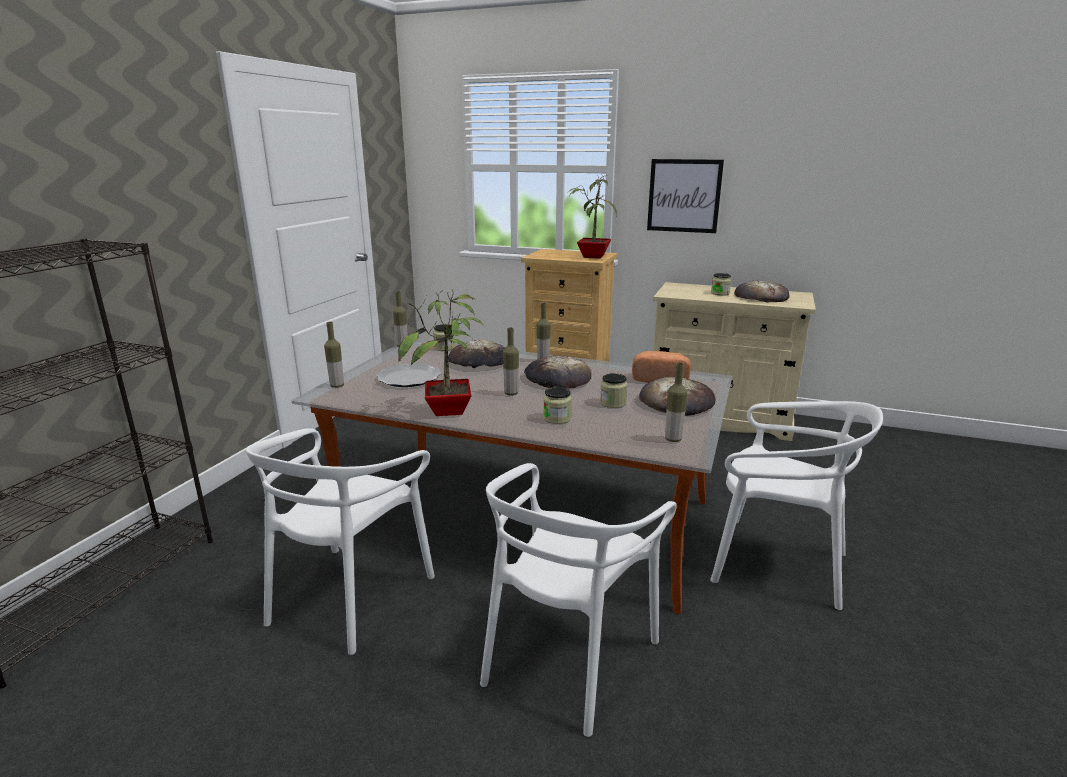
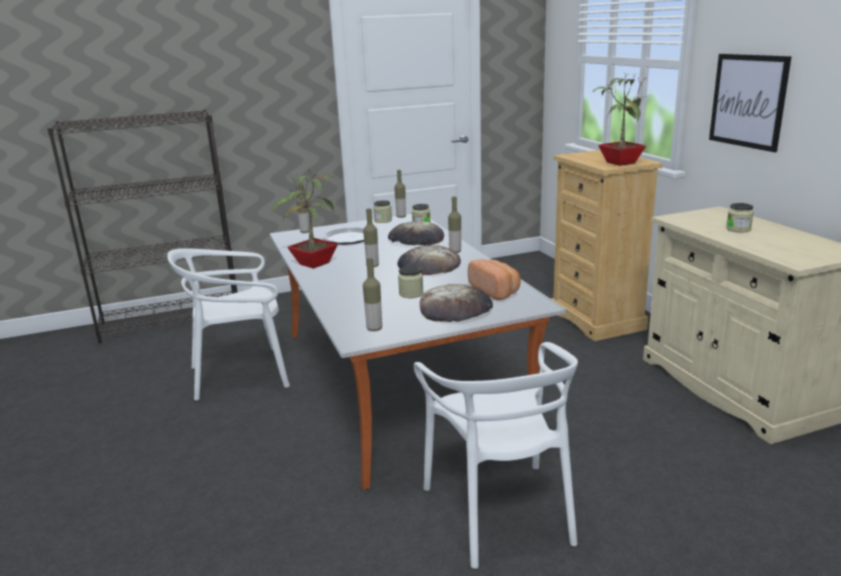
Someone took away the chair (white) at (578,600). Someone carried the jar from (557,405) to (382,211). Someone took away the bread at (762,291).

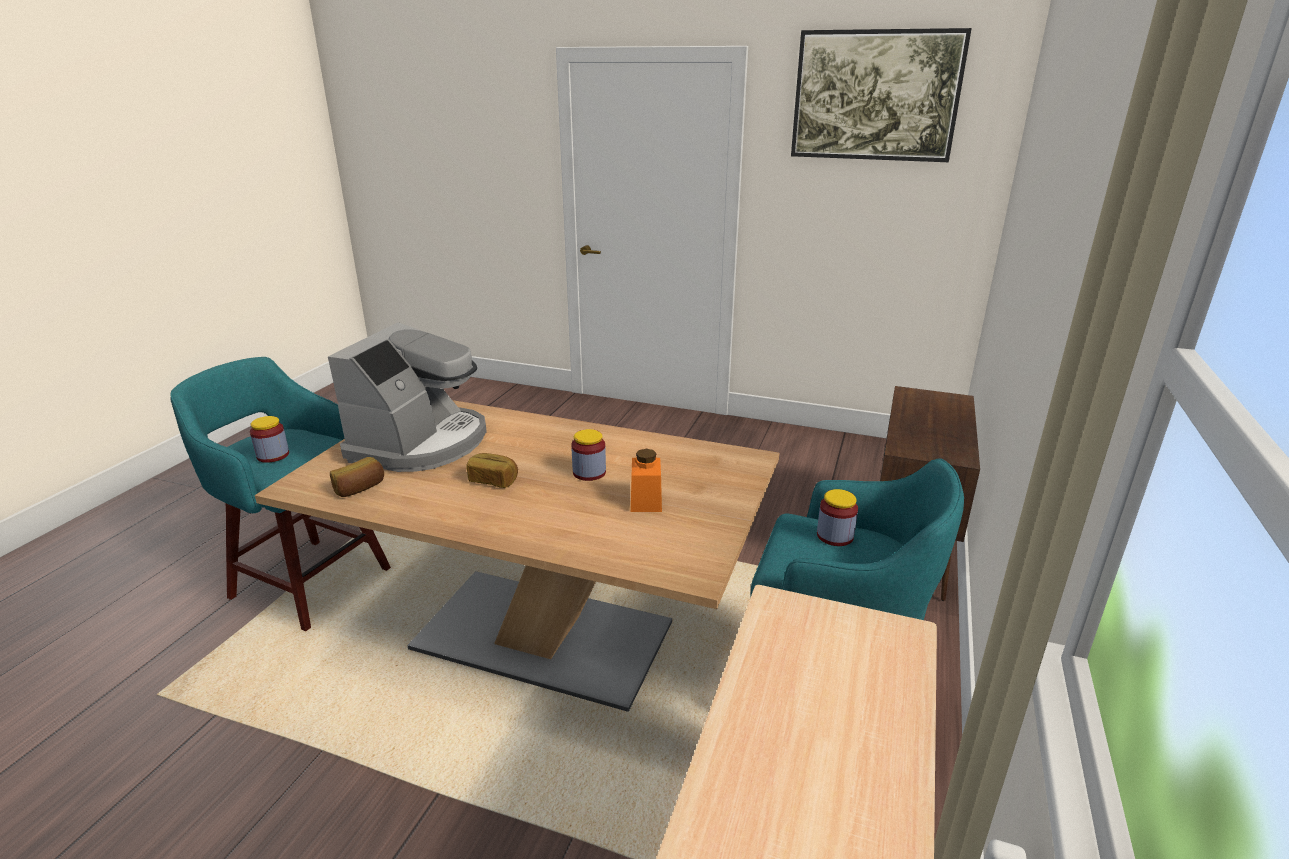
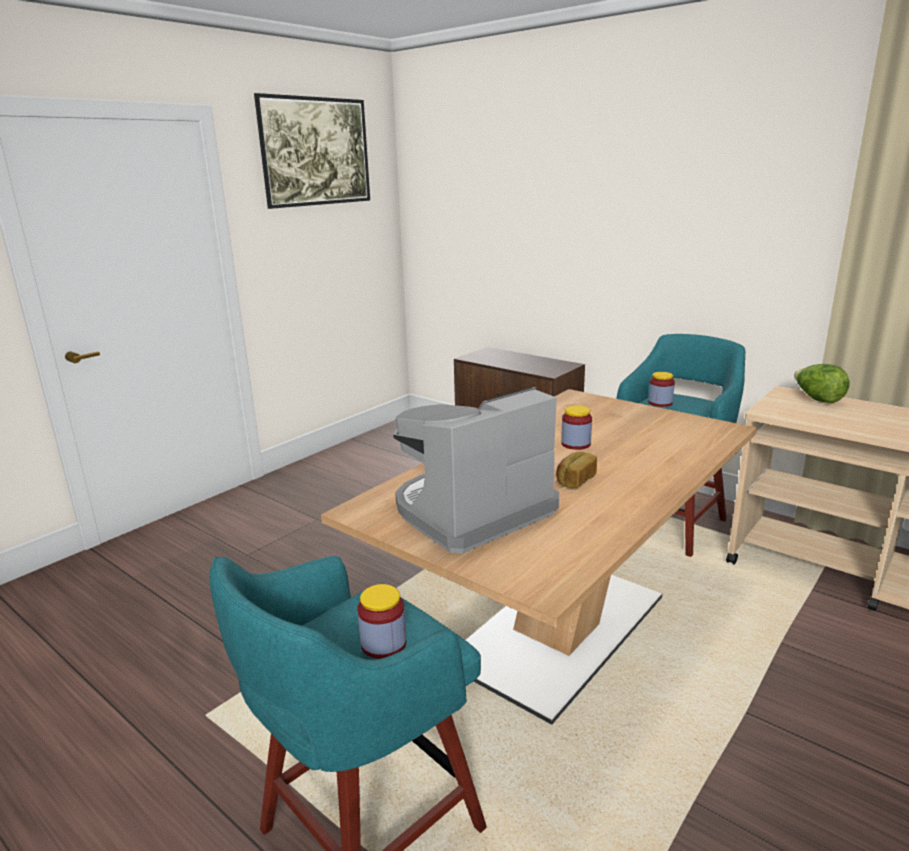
Someone rotated the coffee machine at (407,397) by 75 degrees counterclockwise. Someone took away the bread at (357,477). Someone took away the jar (orange) at (646,480). Someone put down the lettuce at (822,383).

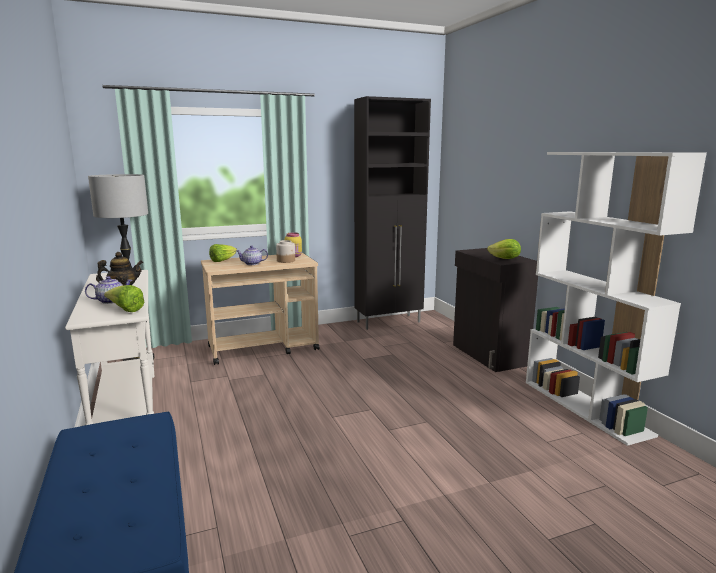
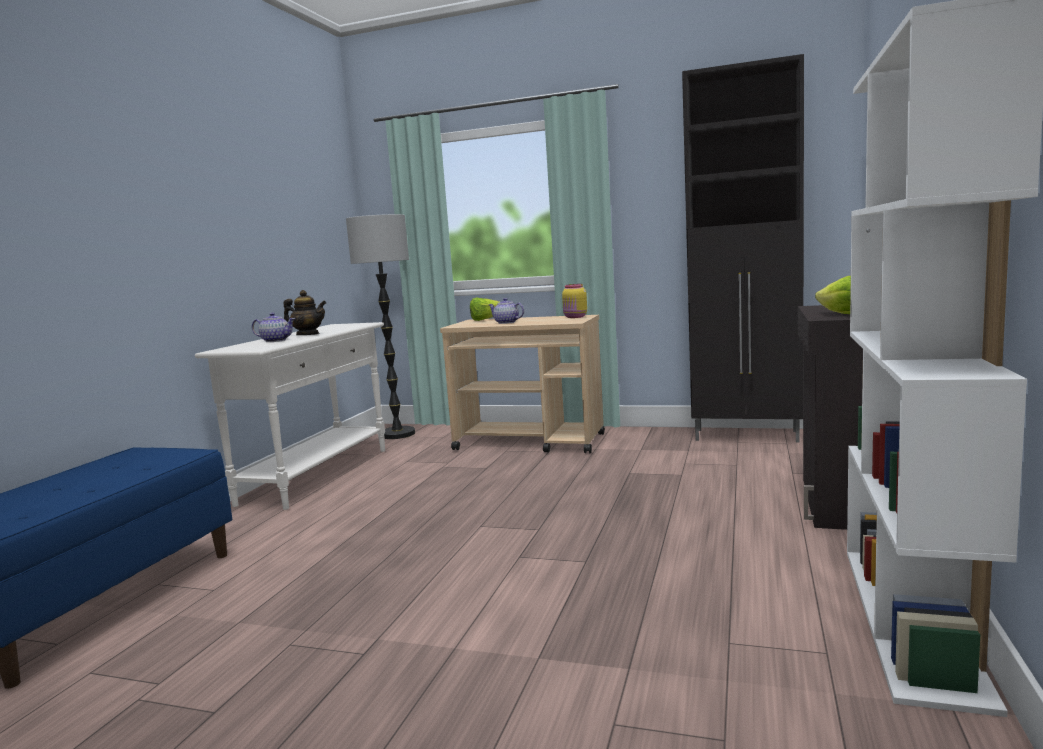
Someone took away the lettuce at (124,298). Someone took away the jar at (285,251).

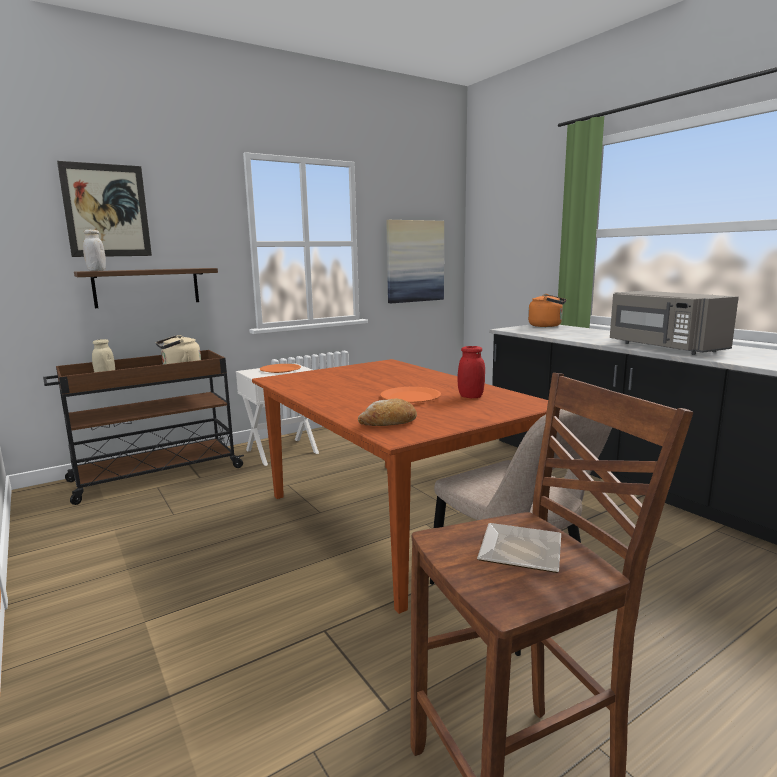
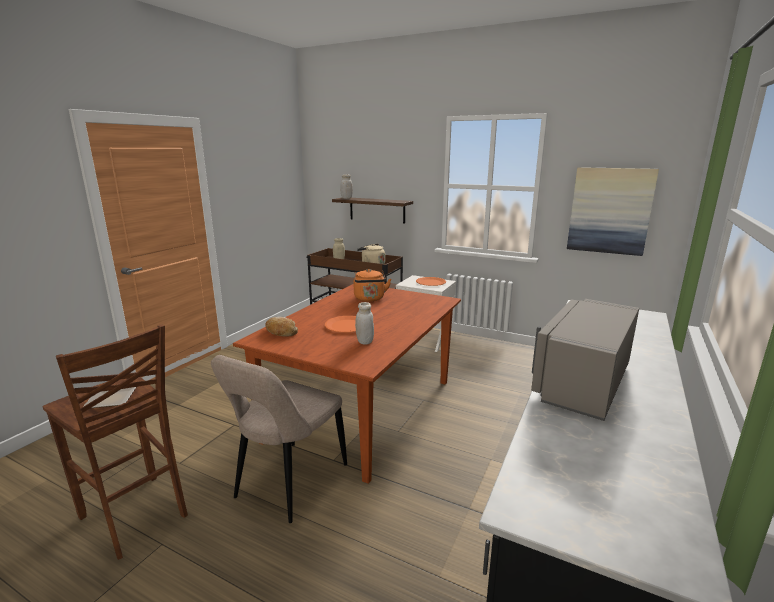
Someone took away the picture at (104,209). Someone repainted the jar (red) at (471,372), which became the jar (white) at (364,323). Someone carried the kettle (orange) from (547,310) to (372,285).

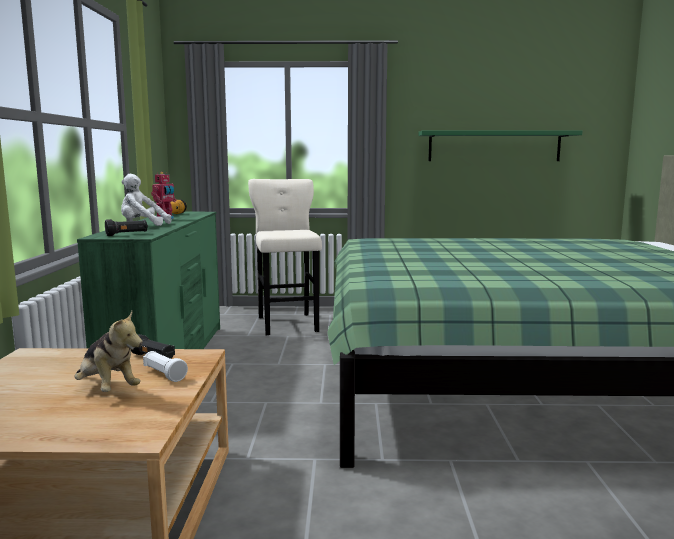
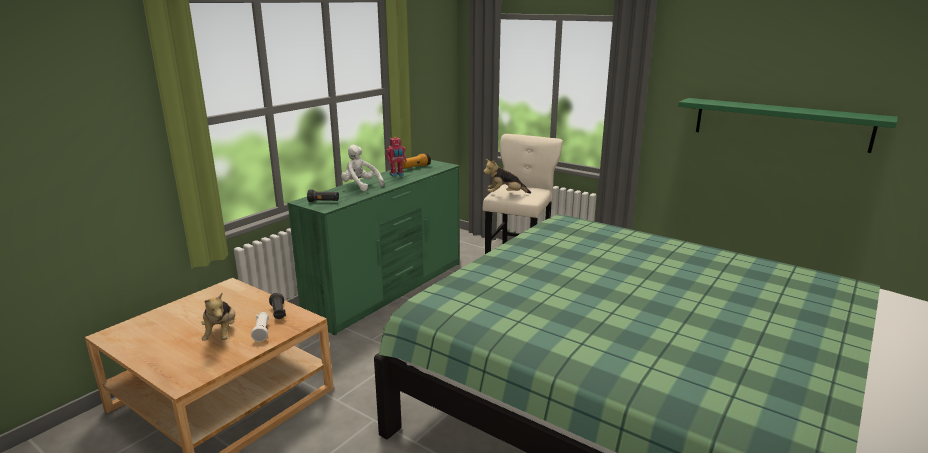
Someone put down the plush toy at (507,176).

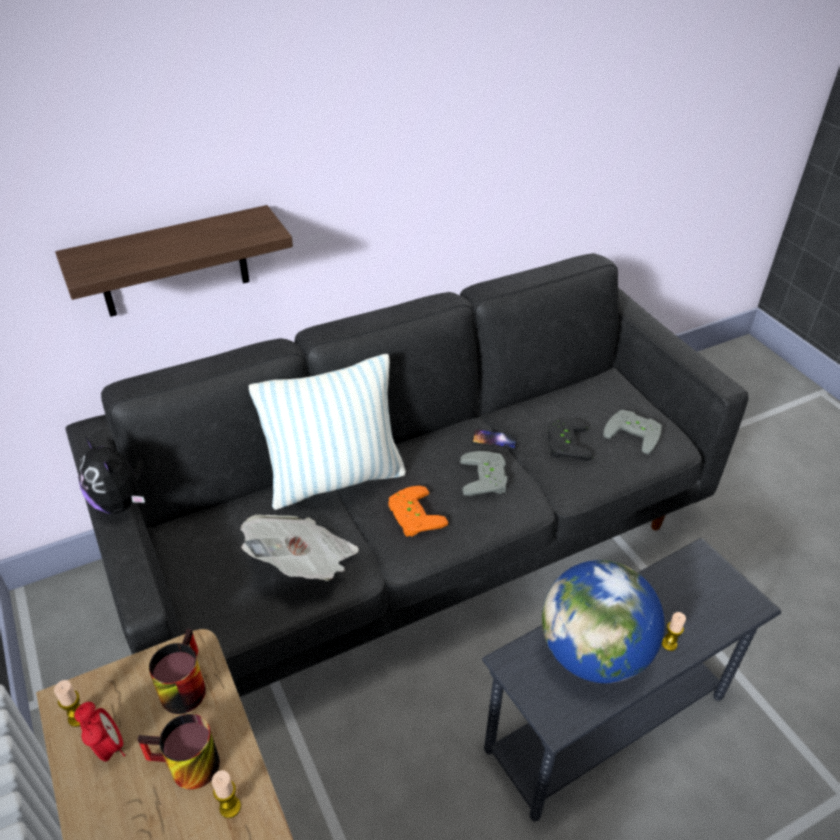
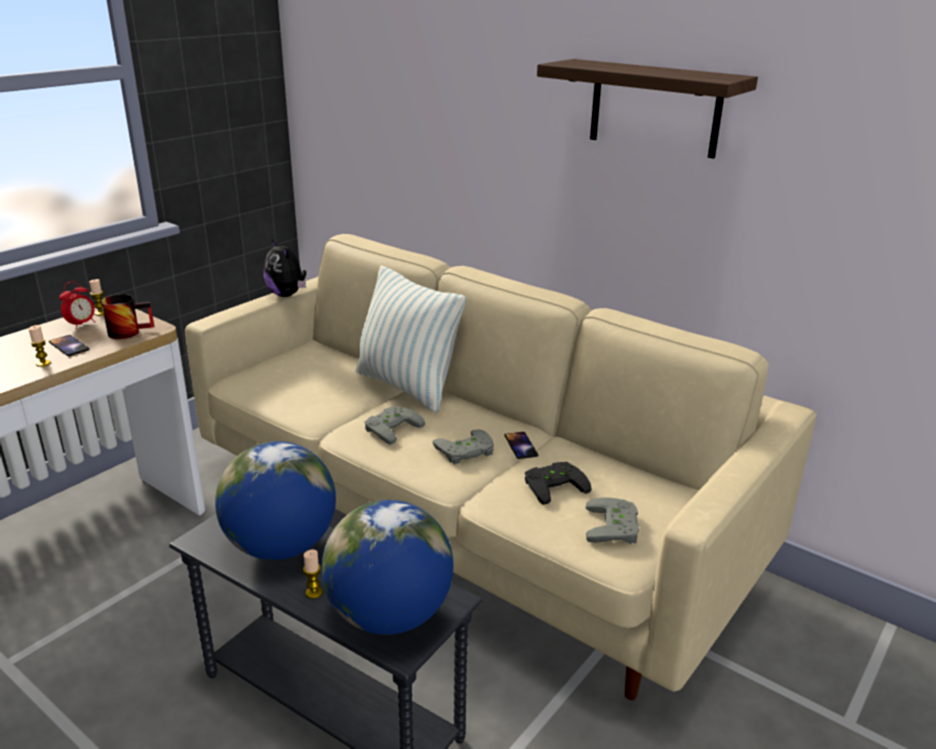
Someone carried the shelf from (174,261) to (647,109). Someone repainted the sofa (black) at (406,475), which became the sofa (beige) at (501,467). Someone rotated the plush toy at (111,475) by 60 degrees counterclockwise. Someone swapped the mug at (178,752) for the phone at (69,345). Someone took away the newspaper at (299,548). Someone repainted the game controller (orange) at (418,511), which became the game controller (grey) at (395,425). Someone put down the globe at (387,567).

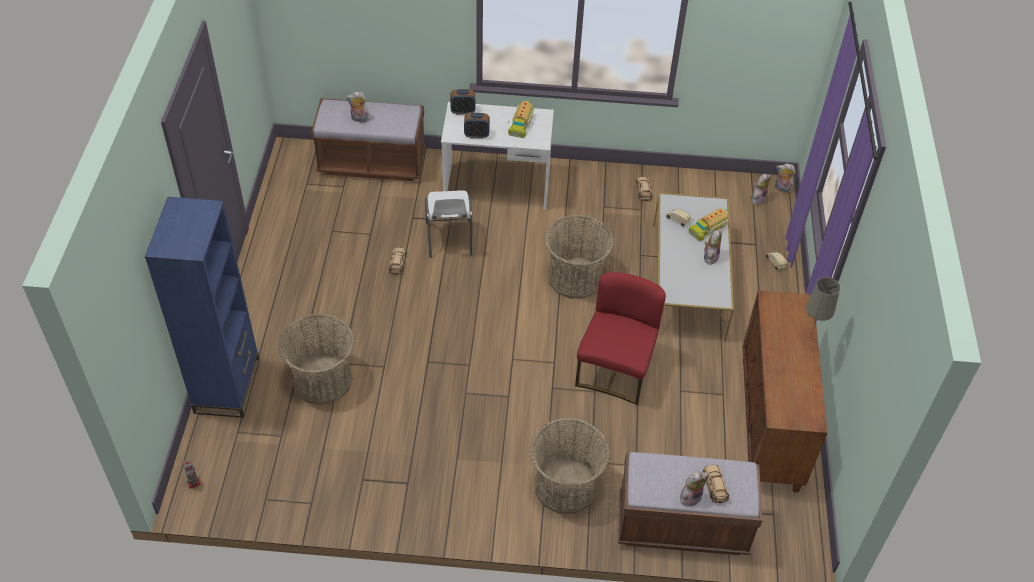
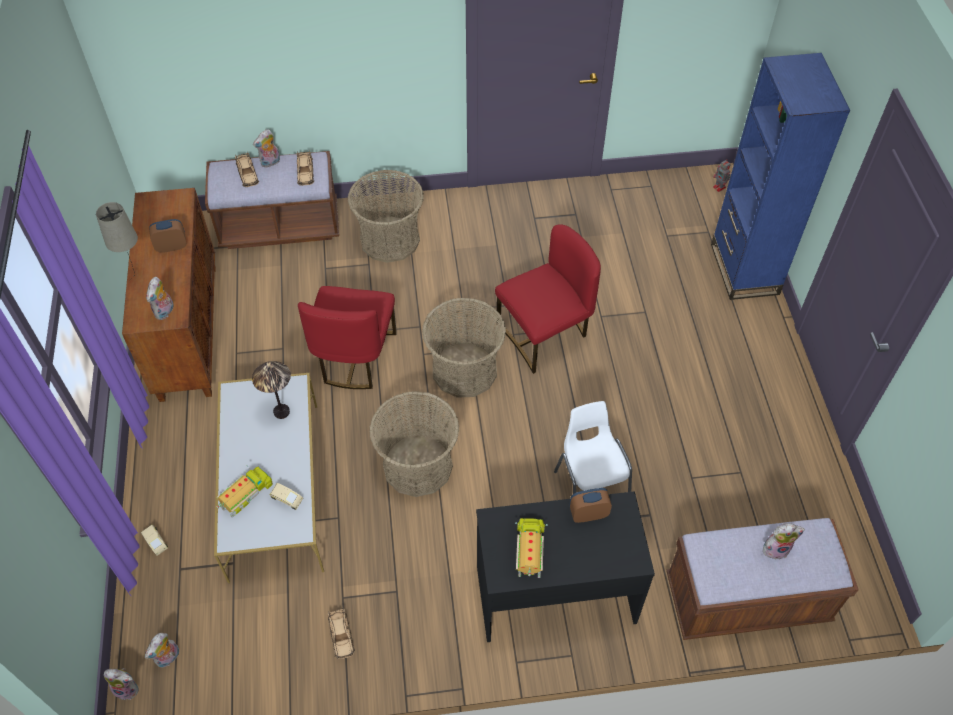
Someone carried the basket from (316,359) to (464,348). Someone carried the toy car (beige) from (398,261) to (305,168). Someone repainted the desk (white) at (497,156), which became the desk (black) at (565,566). Someone carried the alarm clock from (462,102) to (167,236). Someone carried the plush toy from (713,247) to (160,298). Someone put down the table lamp at (271,390). Someone put down the chair (red) at (548,299).

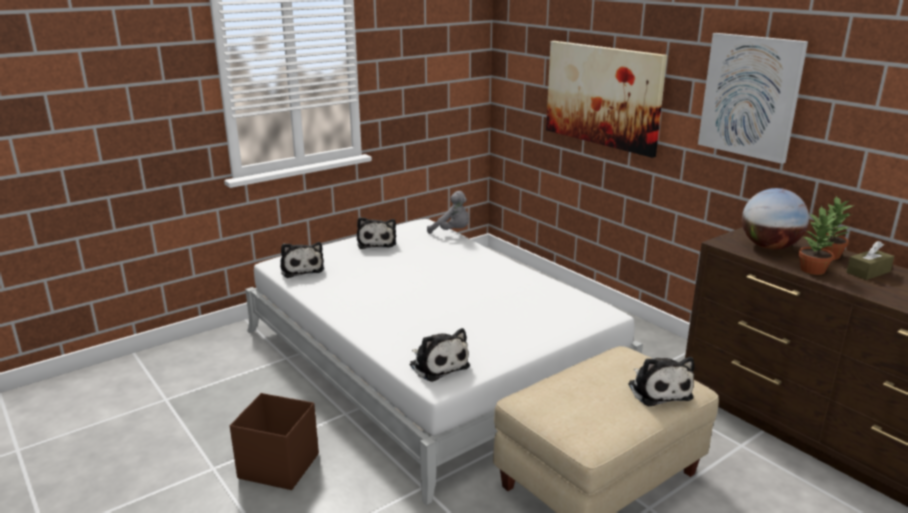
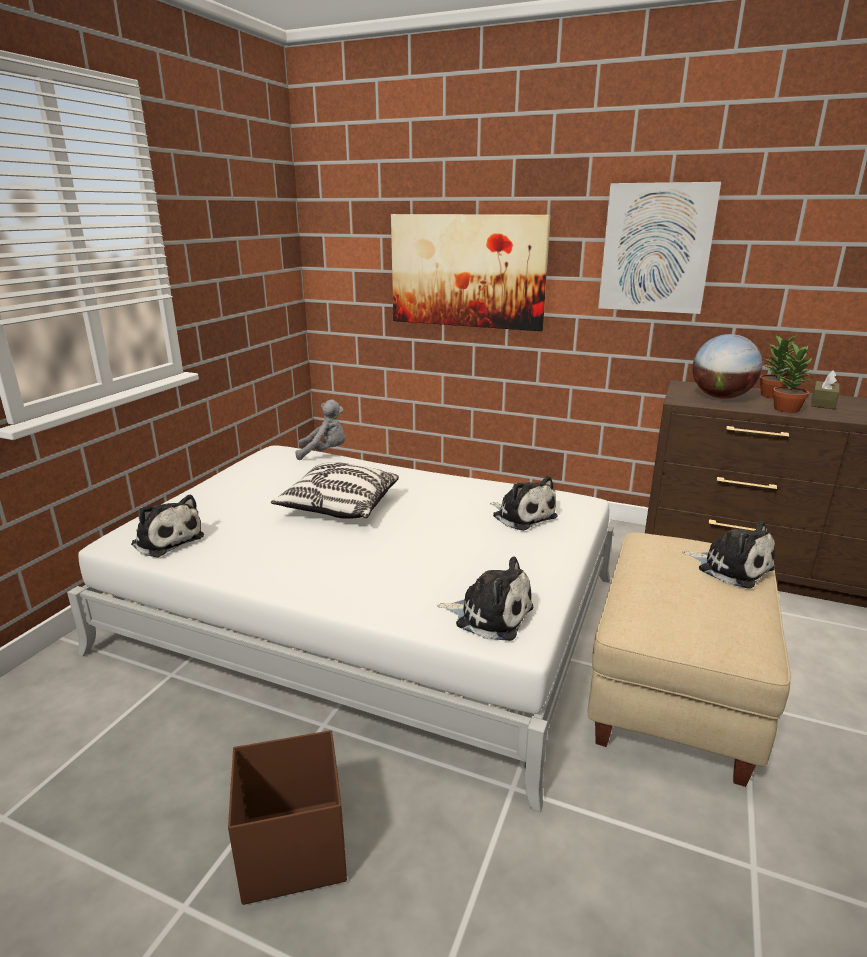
Someone carried the plush toy from (376,233) to (524,503). Someone put down the pillow at (335,490).

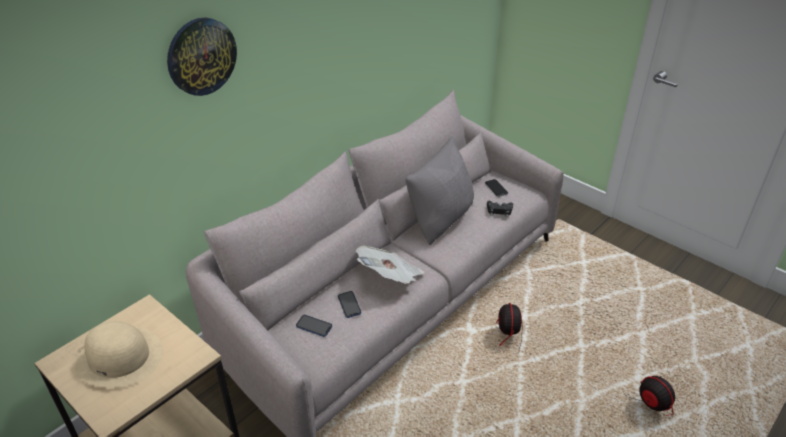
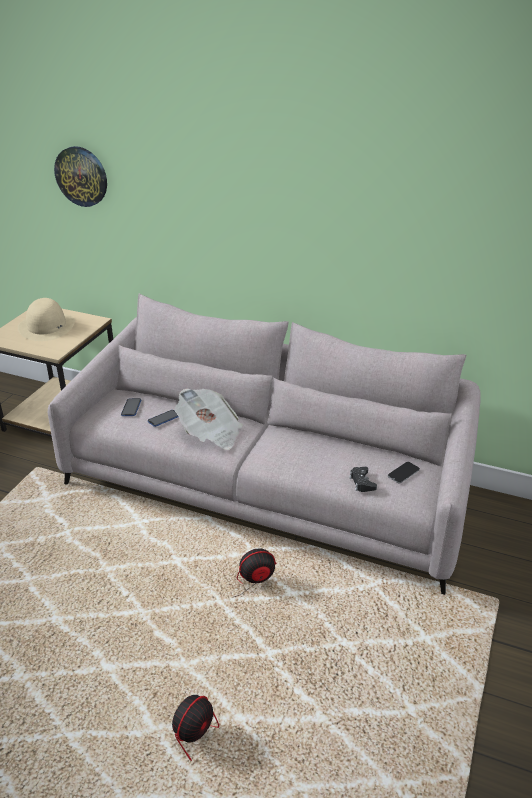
Someone carried the wall clock from (202,56) to (80,176). Someone took away the pillow (grey) at (440,190).

